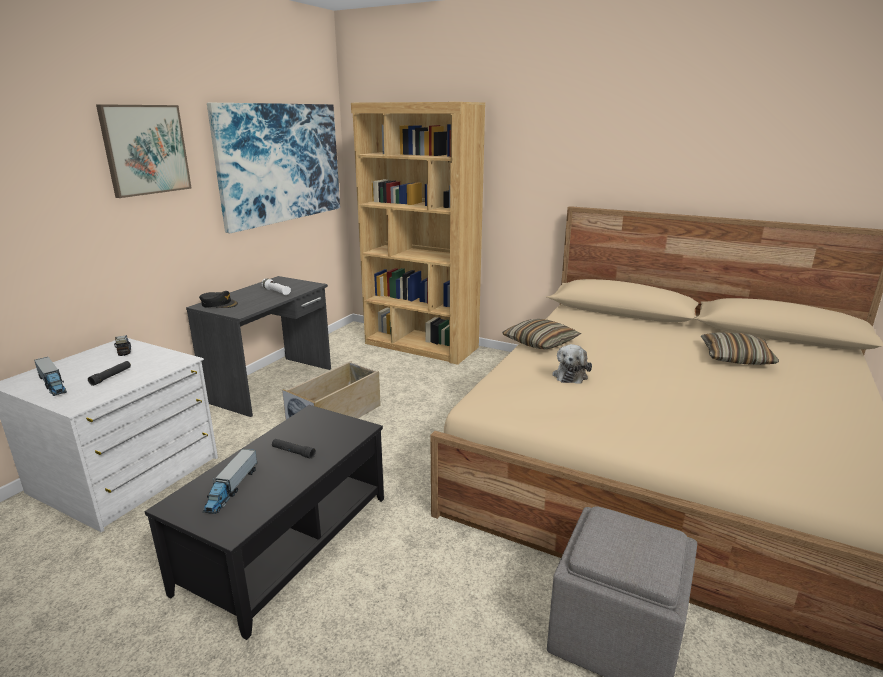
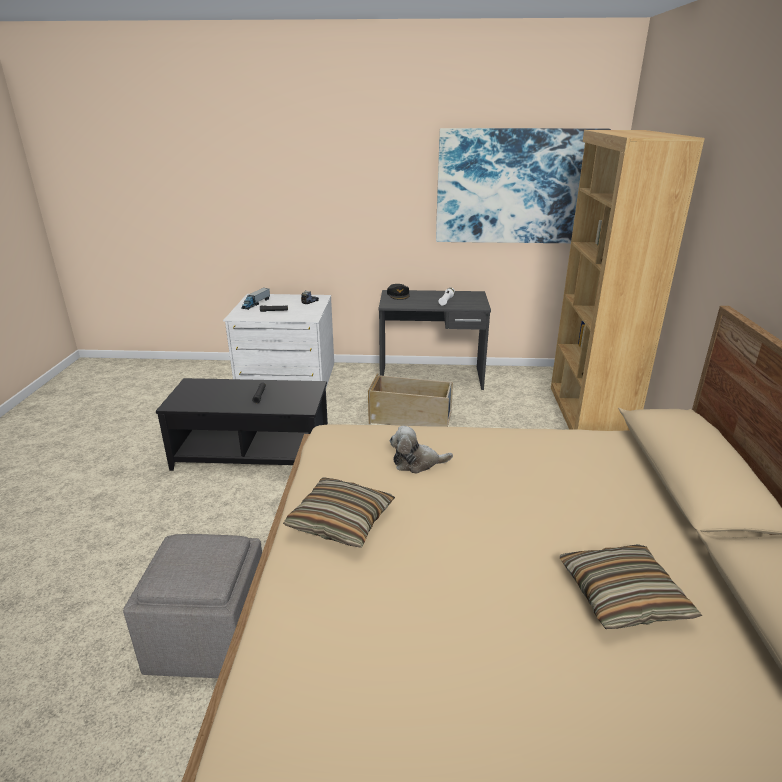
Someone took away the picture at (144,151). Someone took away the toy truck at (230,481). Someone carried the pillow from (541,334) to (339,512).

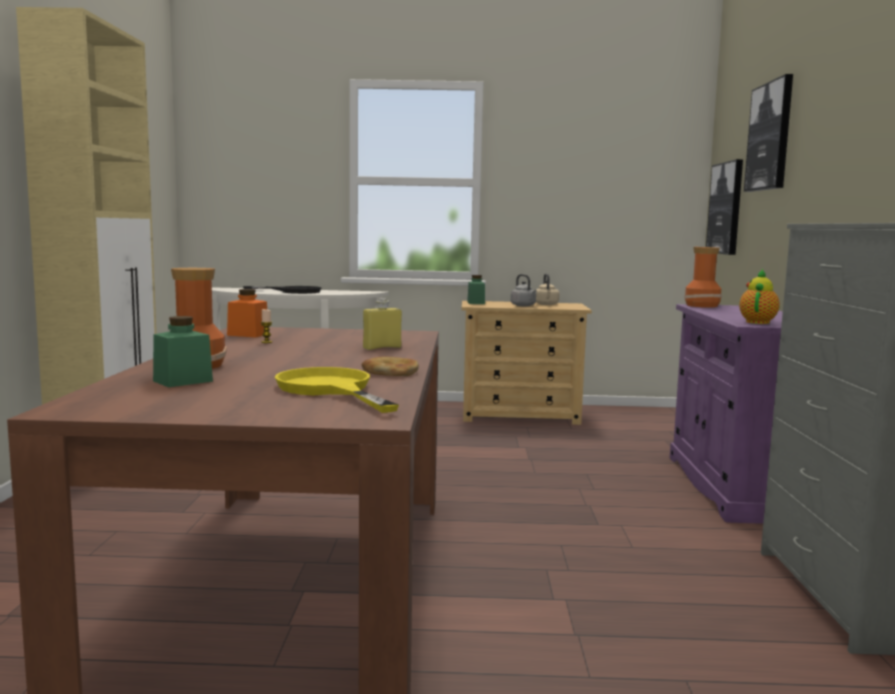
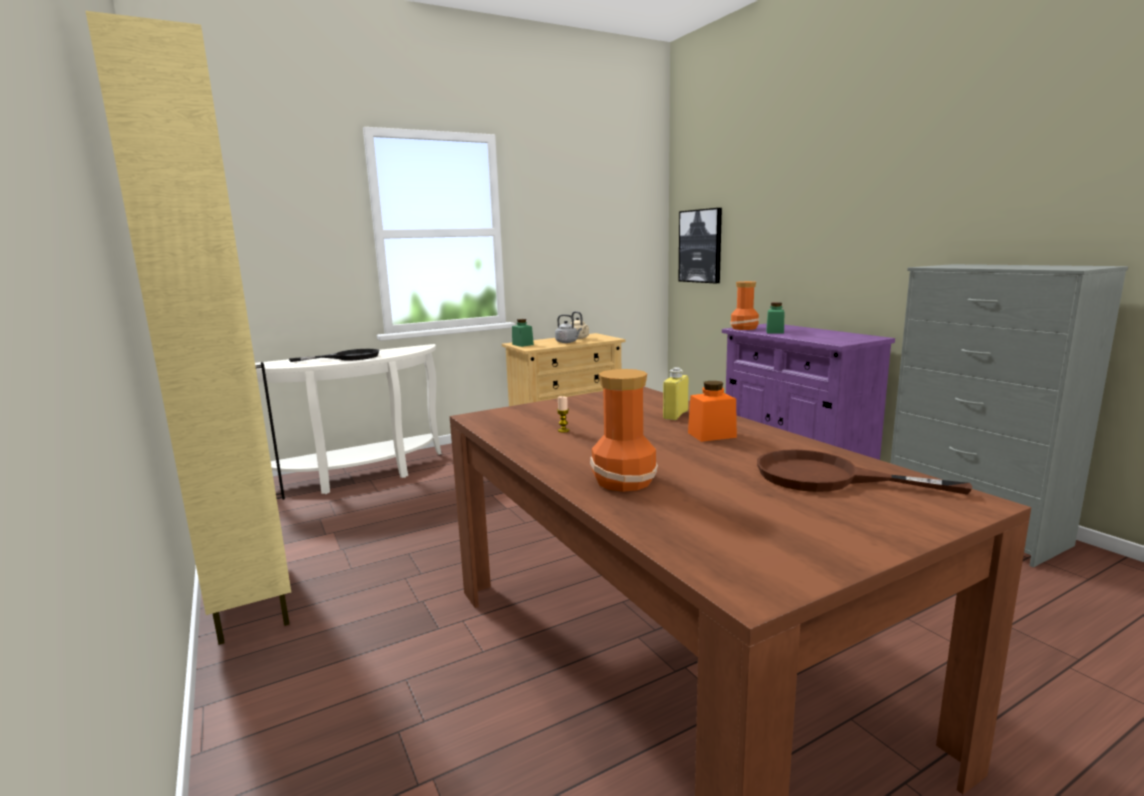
Someone carried the jar (green) from (183,351) to (775,318). Someone carried the jar (orange) from (247,313) to (712,411). Someone repainted the frying pan (yellow) at (337,390), which became the frying pan (brown) at (864,472). Someone took away the bread at (390,366). Someone took away the teapot at (759,296). Someone took away the picture at (768,133).

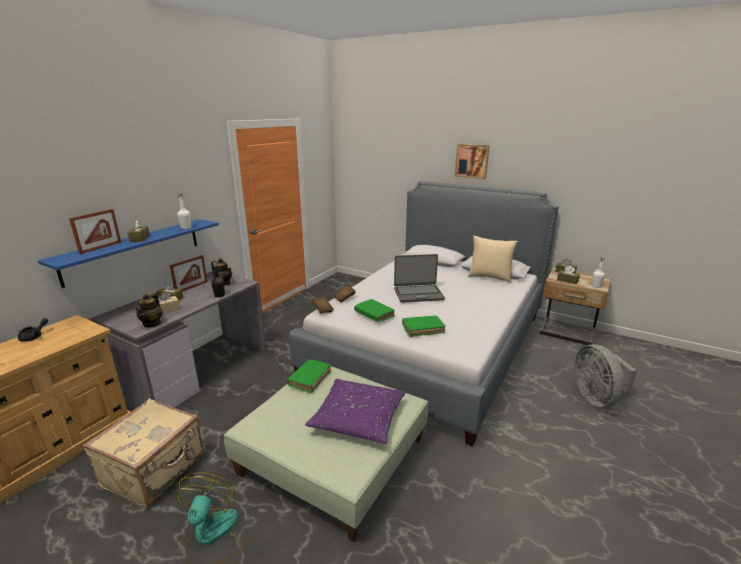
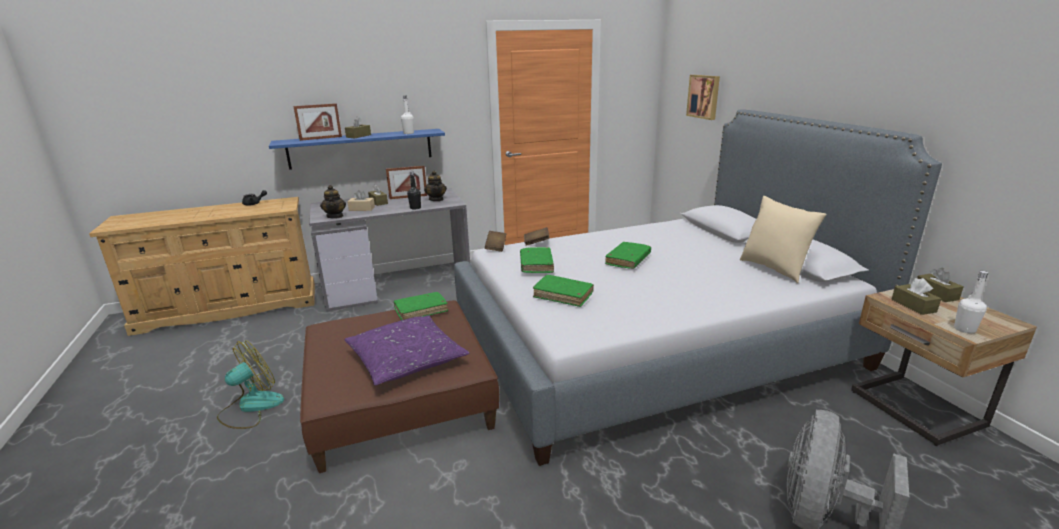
Someone took away the suitcase (beige) at (143,453). Someone rotated the teapot at (149,310) by 60 degrees counterclockwise. Someone repainted the ottoman (green) at (326,454), which became the ottoman (brown) at (399,386). Someone swapped the laptop at (419,278) for the book (green) at (628,255). Someone carried the picture from (472,161) to (703,97).

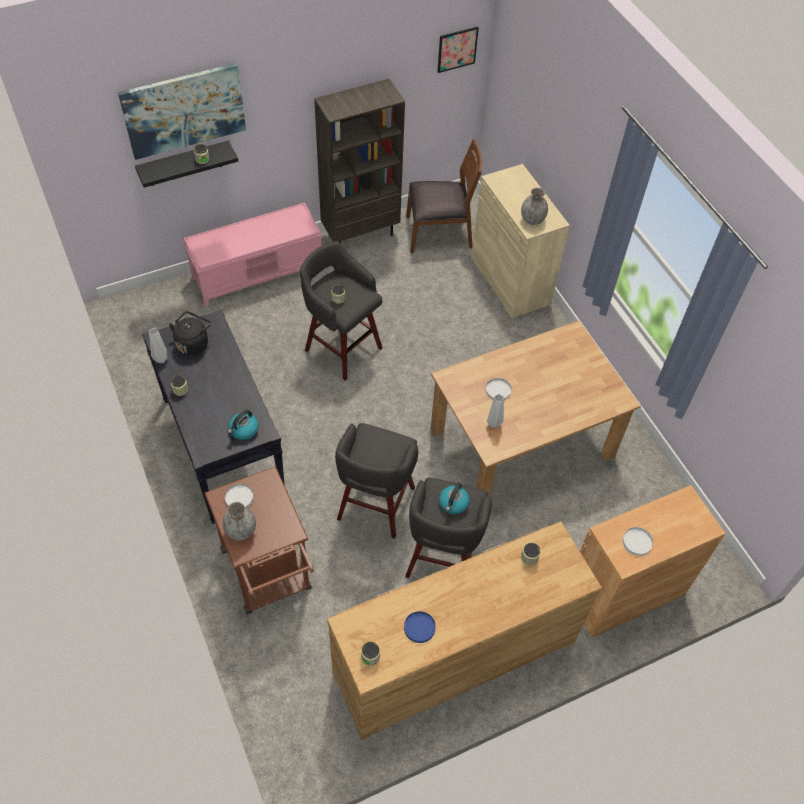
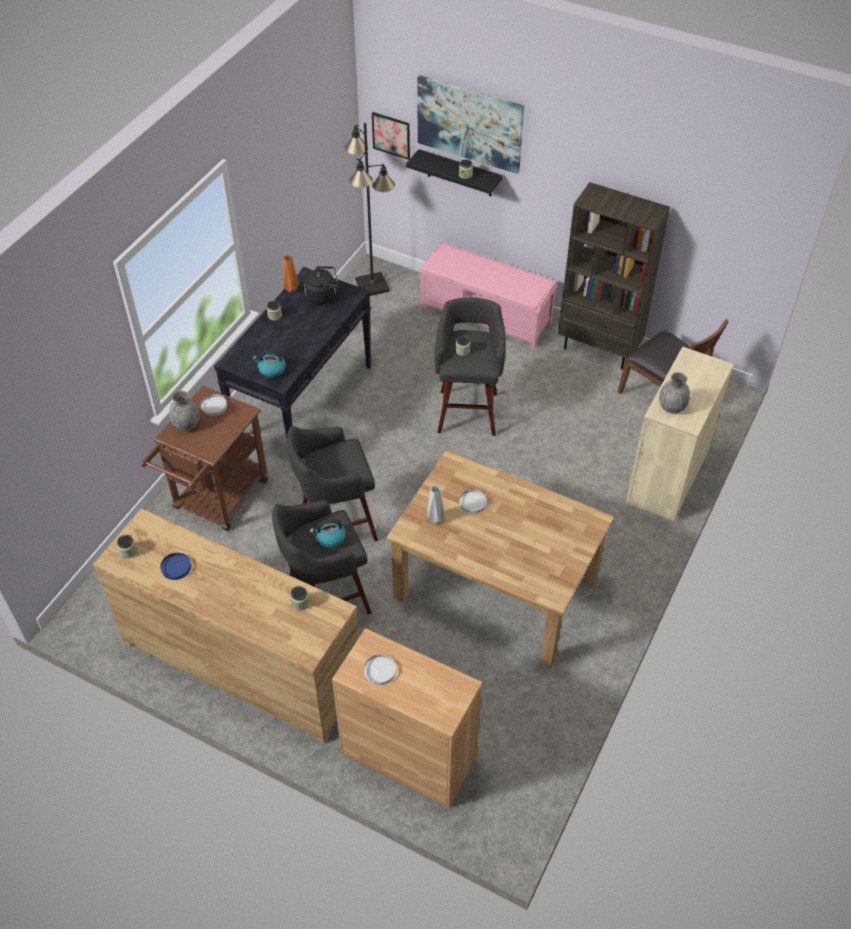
Someone repainted the vase (grey) at (158,345), which became the vase (orange) at (291,274). Someone carried the picture from (458,49) to (391,136). Someone put down the floor lamp (black) at (370,209).

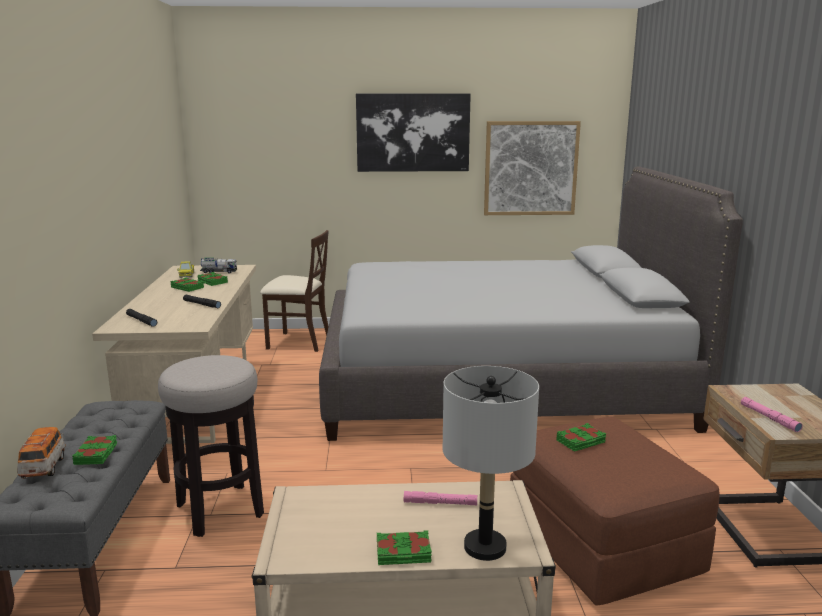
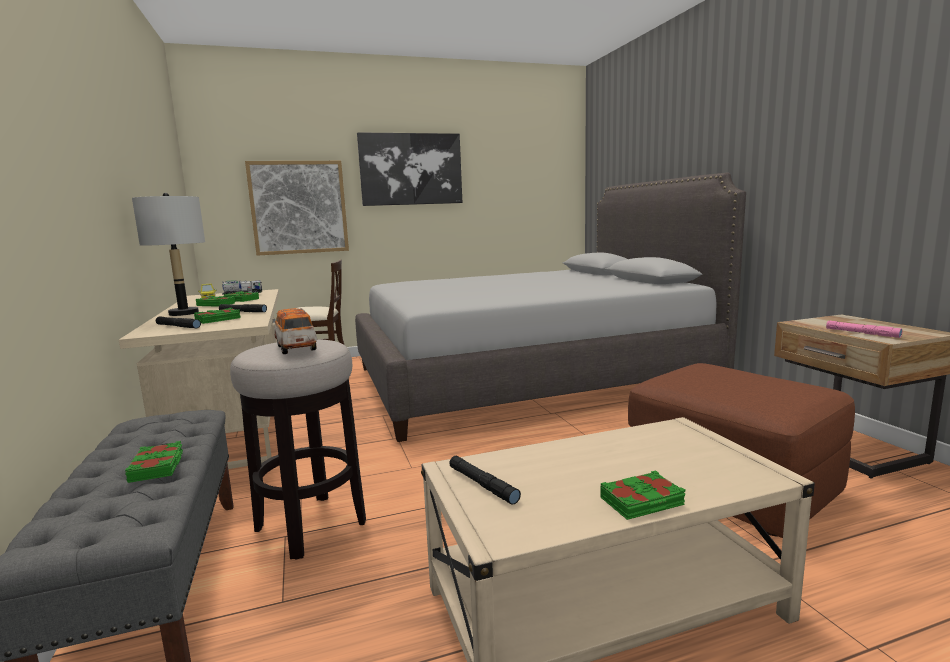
Someone carried the toy car from (41,453) to (294,331). Someone took away the flashlight (pink) at (440,498). Someone carried the table lamp (grey) from (491,463) to (168,254). Someone carried the picture from (532,168) to (297,208). Someone carried the book (green) from (581,437) to (217,316). Someone put down the flashlight (black) at (485,480).

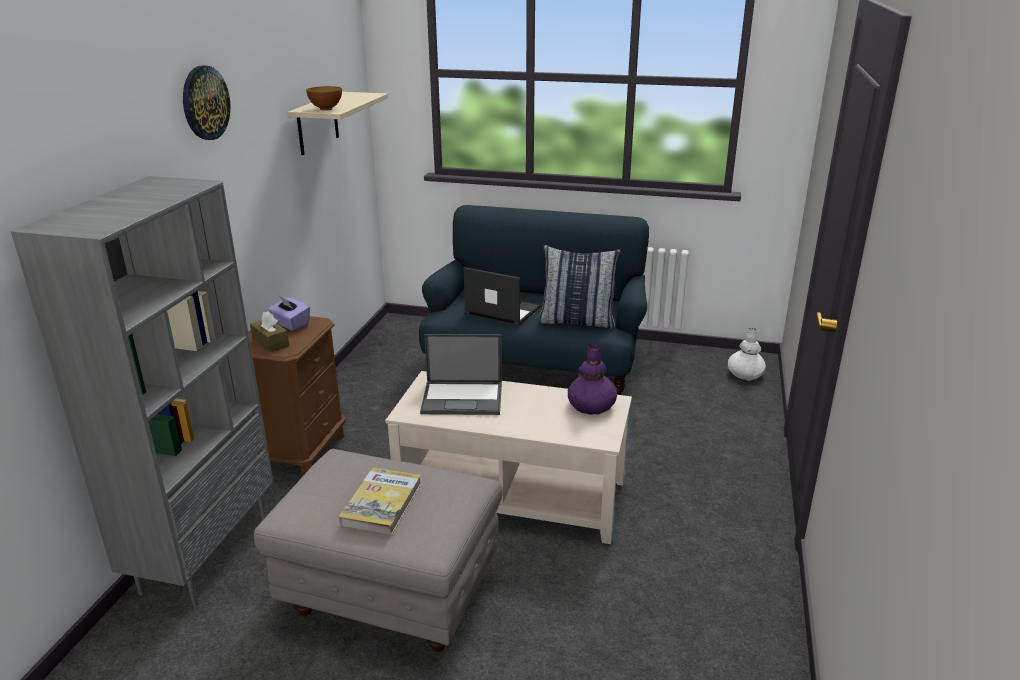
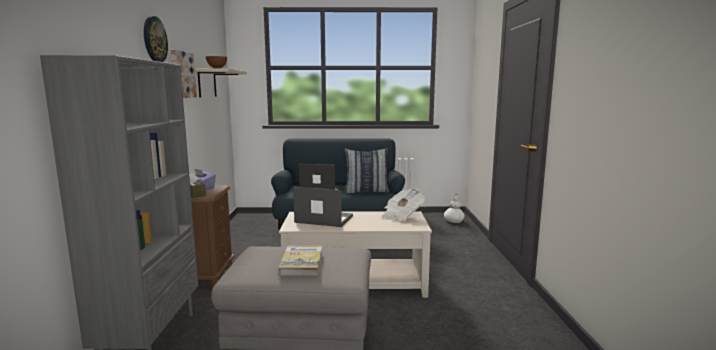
Someone rotated the laptop at (461,374) by 150 degrees counterclockwise. Someone swapped the vase (purple) at (592,379) for the newspaper at (403,204). Someone put up the picture at (184,74).

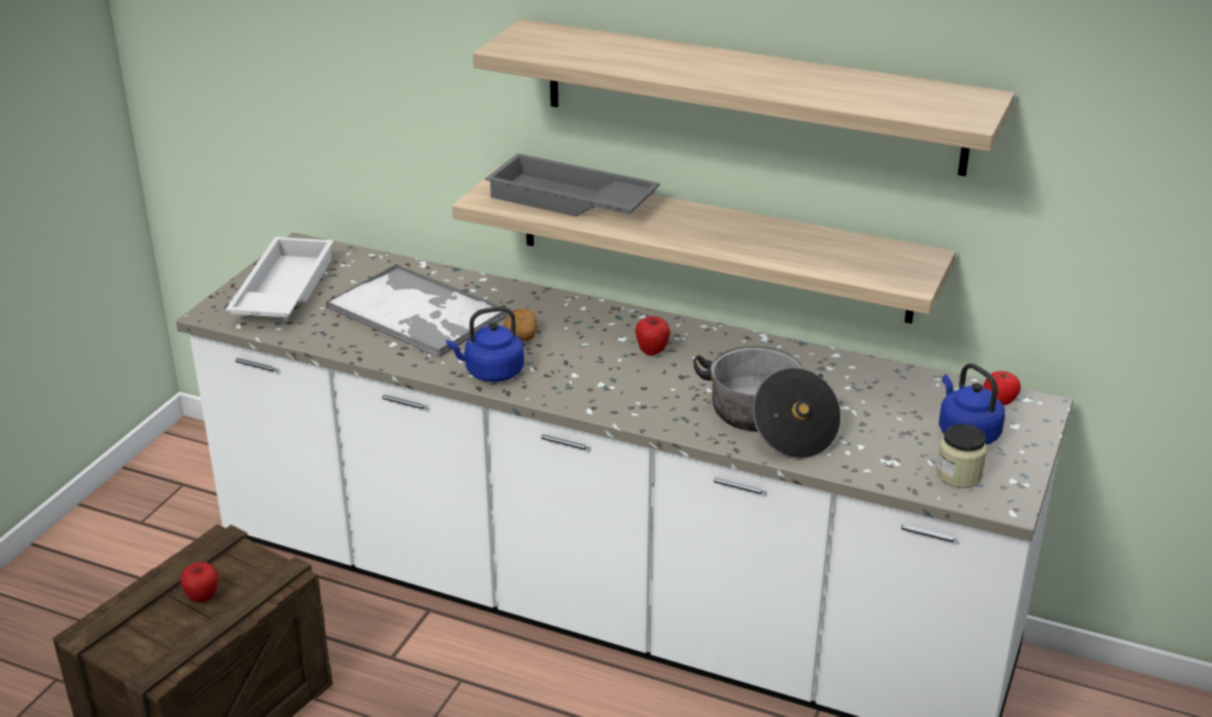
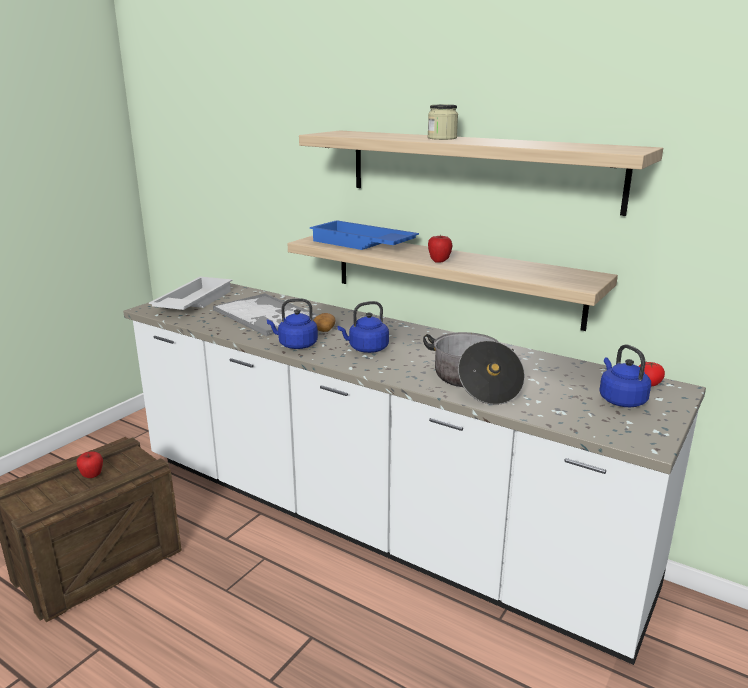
Someone repainted the tray (grey) at (572,185), which became the tray (blue) at (364,235). Someone carried the apple from (652,335) to (440,249). Someone carried the jar from (961,456) to (443,122). Someone put down the kettle (blue) at (363,327).

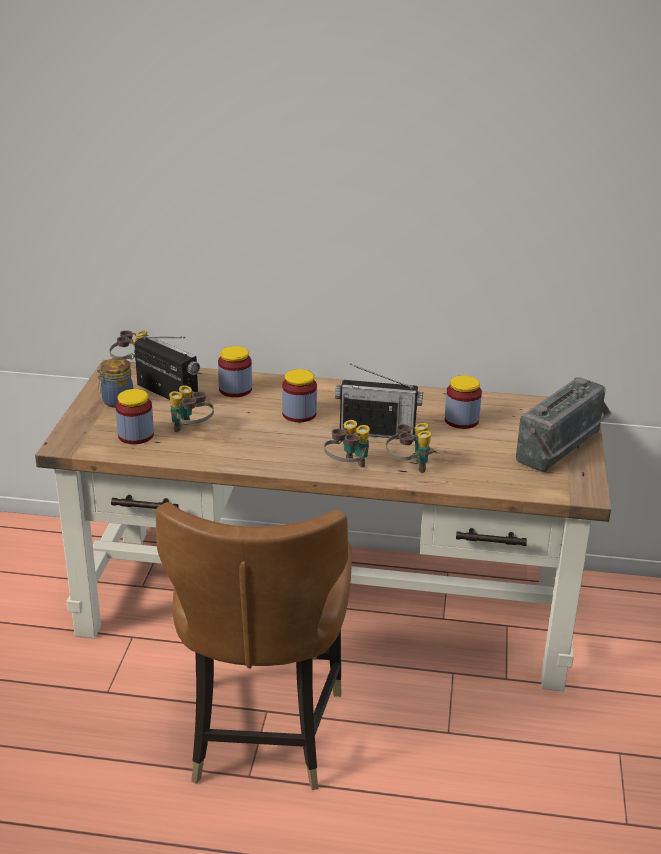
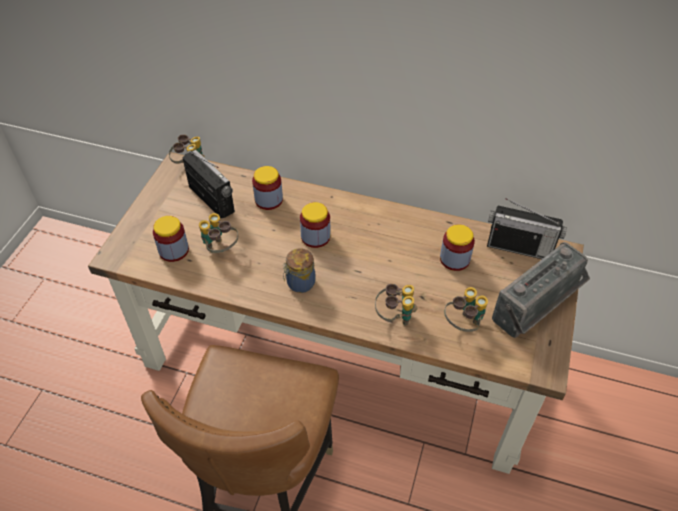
Someone carried the jar from (115,383) to (299,270). Someone carried the binoculars from (347,444) to (466,309). Someone carried the radio from (379,401) to (527,228).

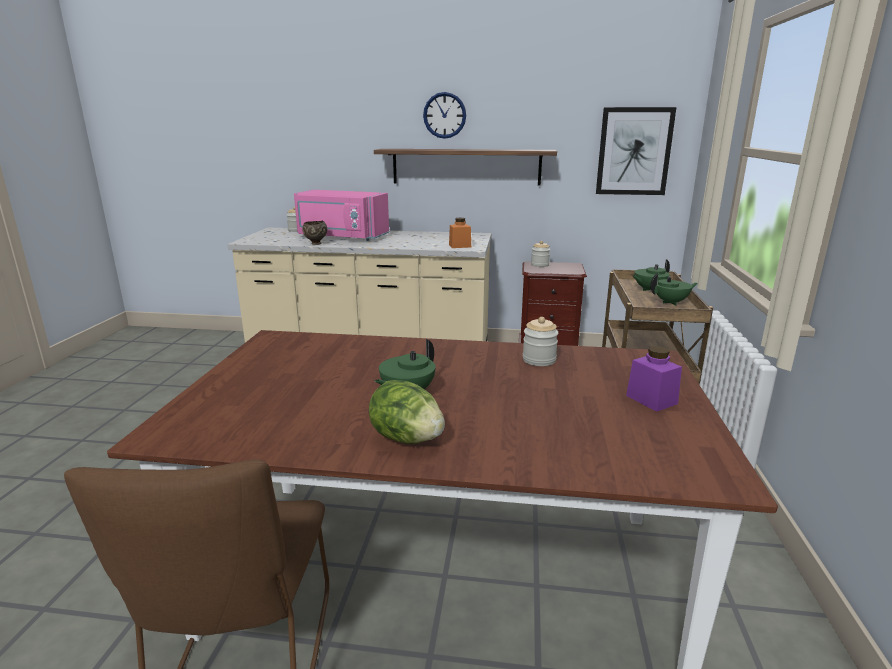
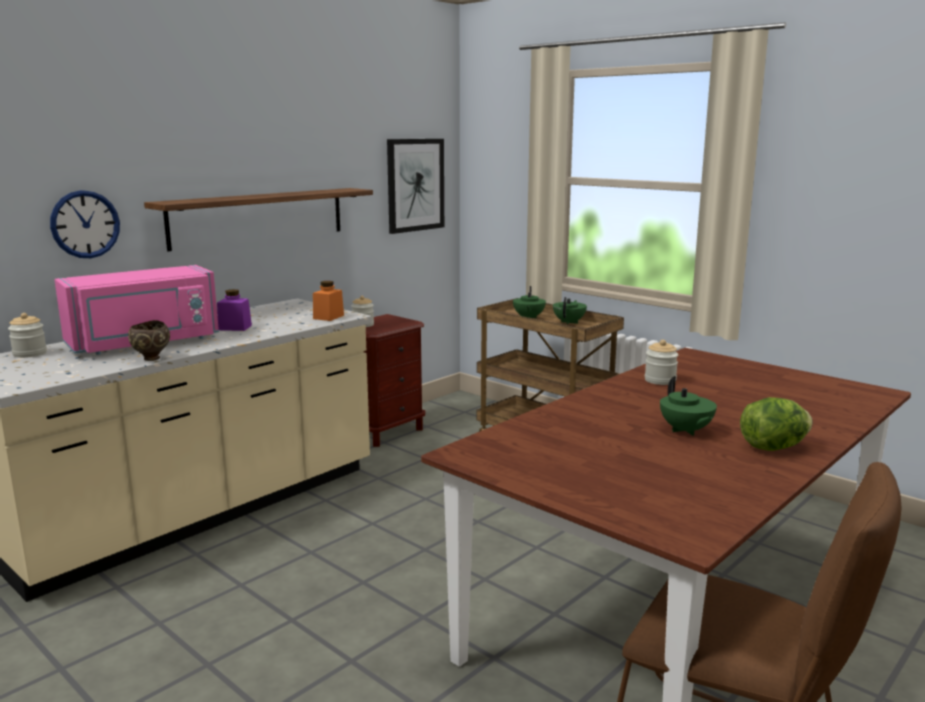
Someone carried the wall clock from (444,115) to (85,224). Someone carried the jar (purple) from (654,379) to (234,310).

